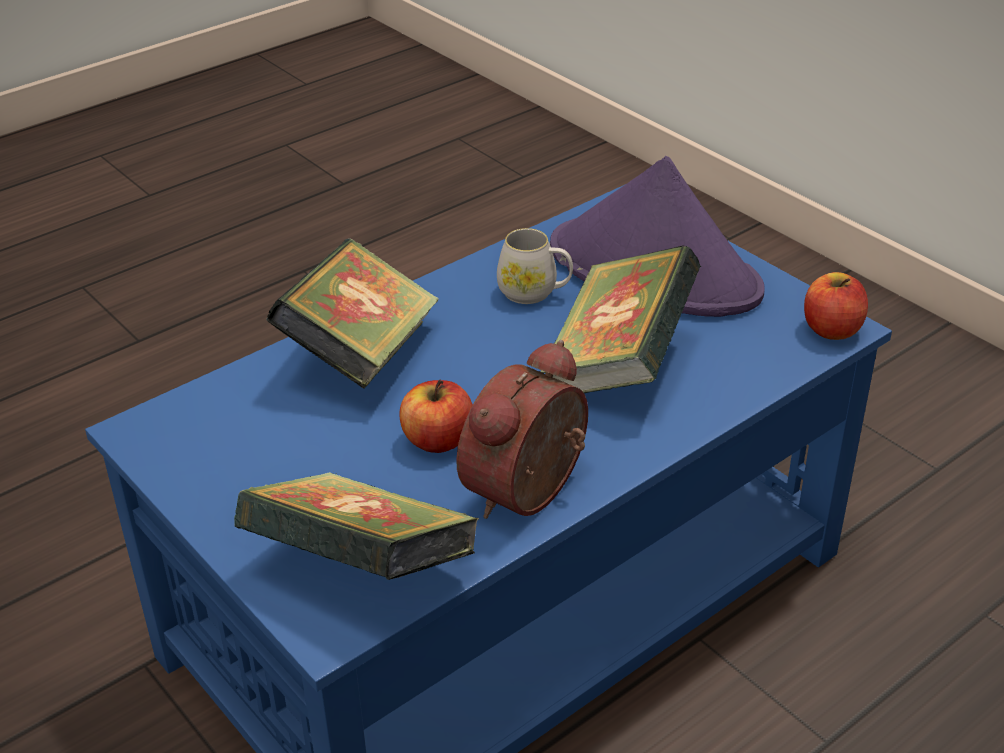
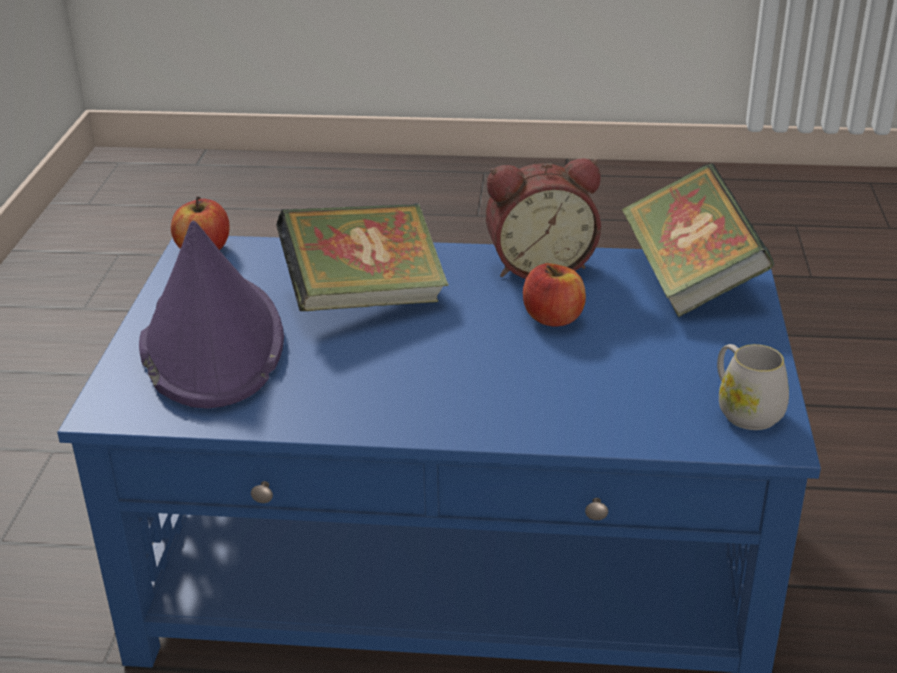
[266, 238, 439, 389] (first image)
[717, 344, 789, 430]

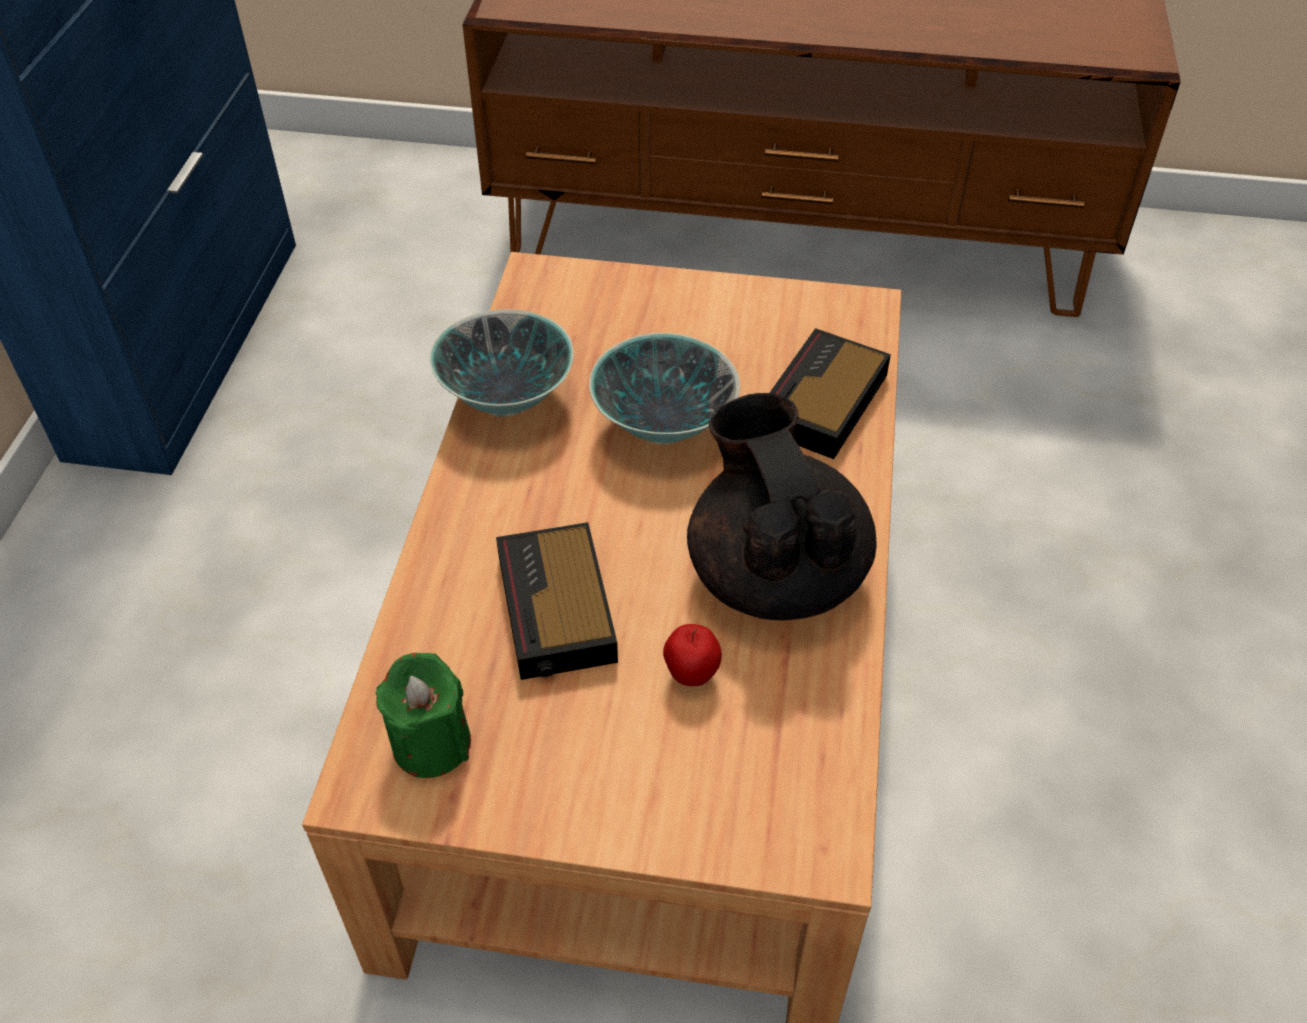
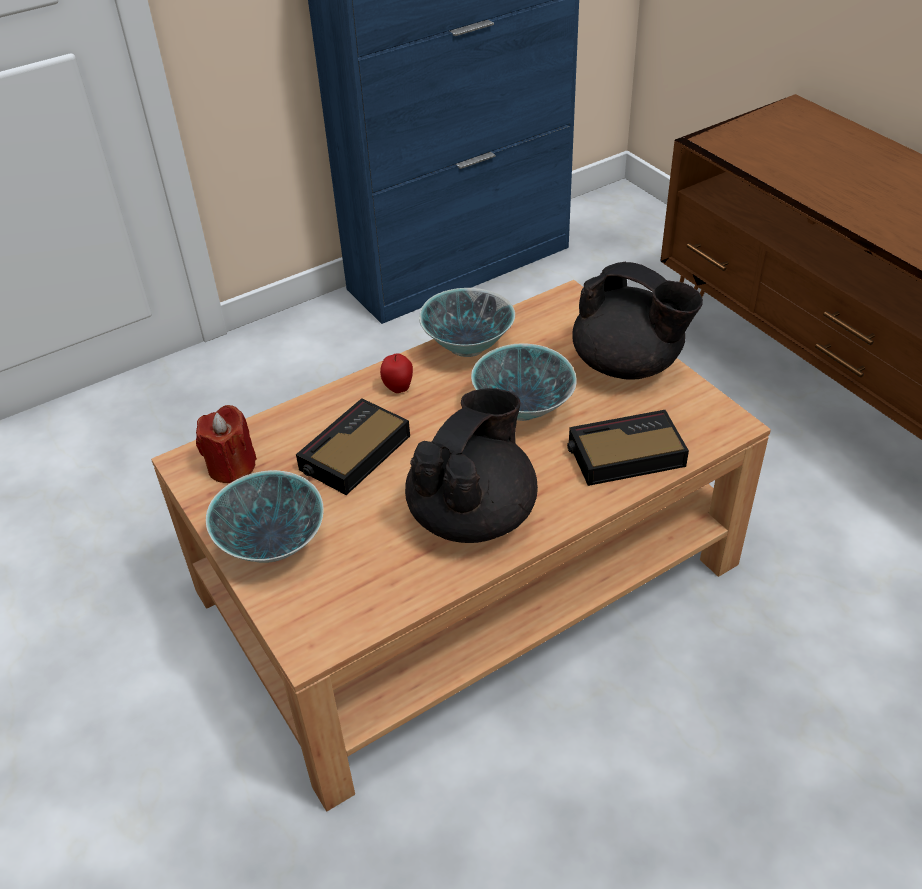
[206, 470, 324, 563]
[572, 262, 703, 380]
[380, 353, 413, 393]
[196, 405, 257, 483]

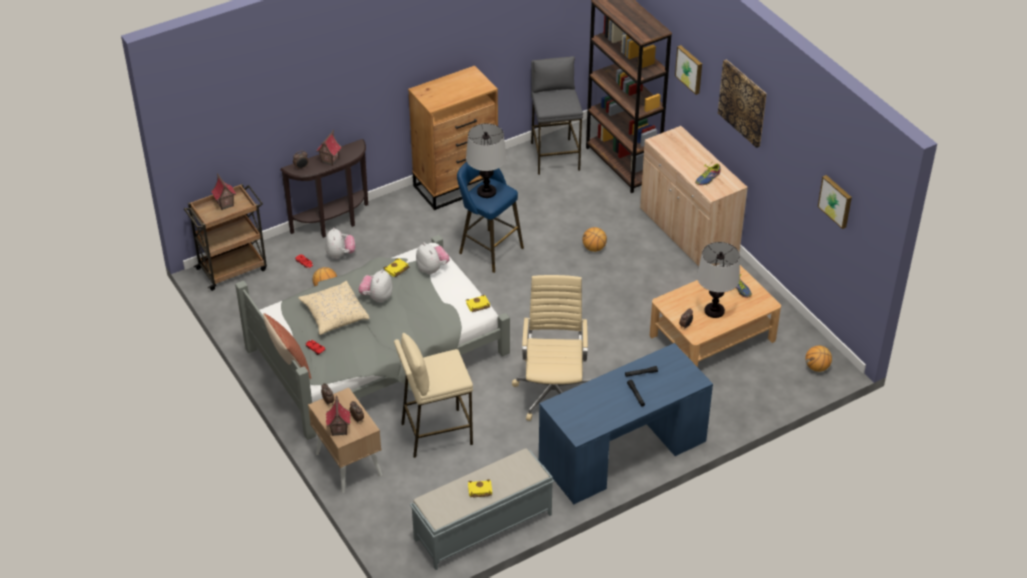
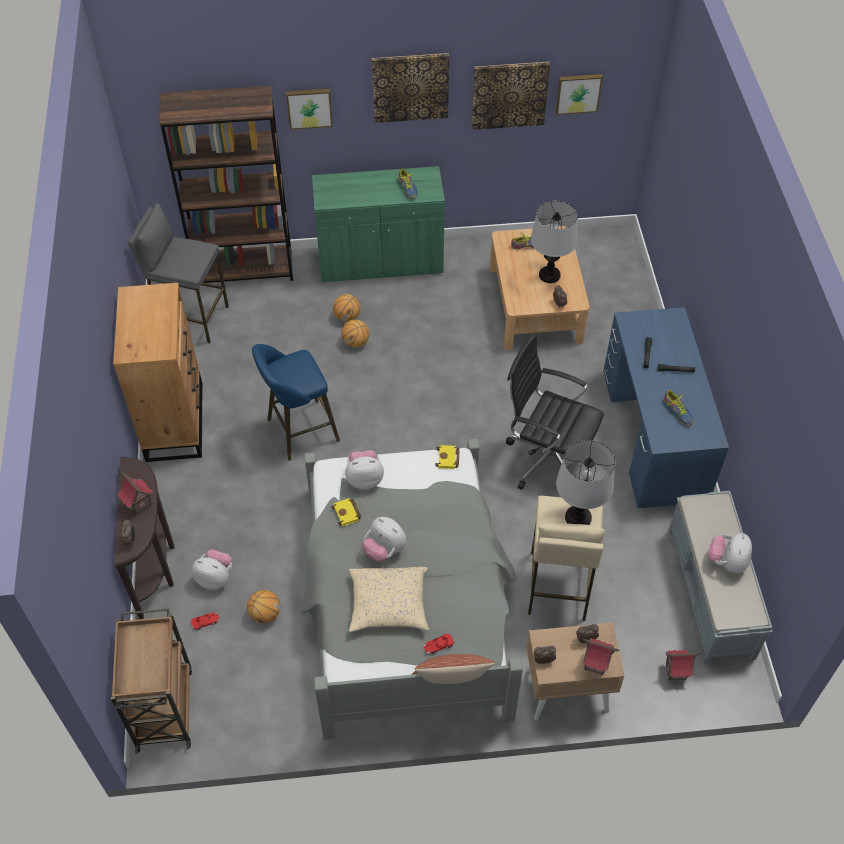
[472, 62, 550, 130]
[664, 390, 693, 426]
[666, 650, 701, 681]
[556, 440, 615, 525]
[333, 294, 361, 322]
[708, 533, 752, 574]
[506, 333, 604, 490]
[312, 166, 445, 282]

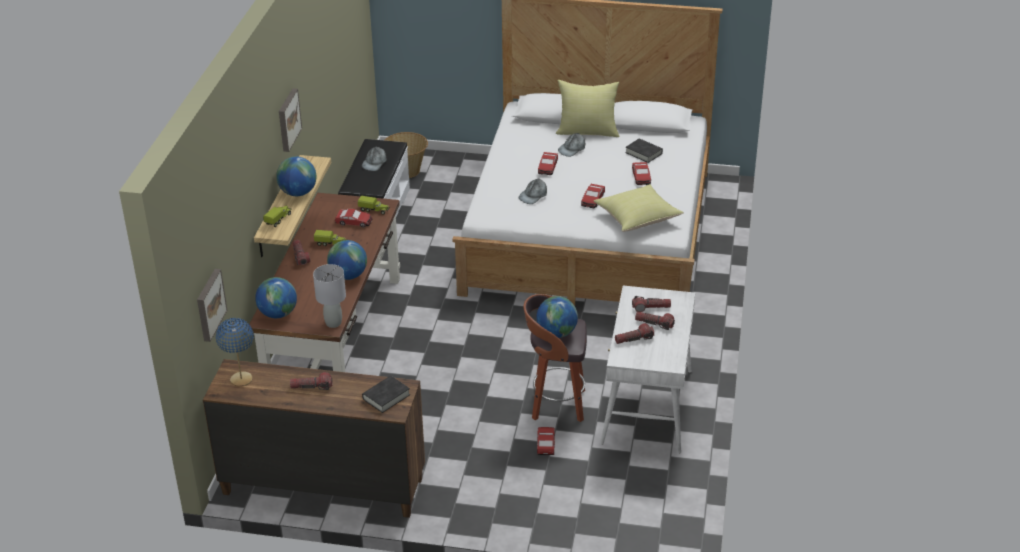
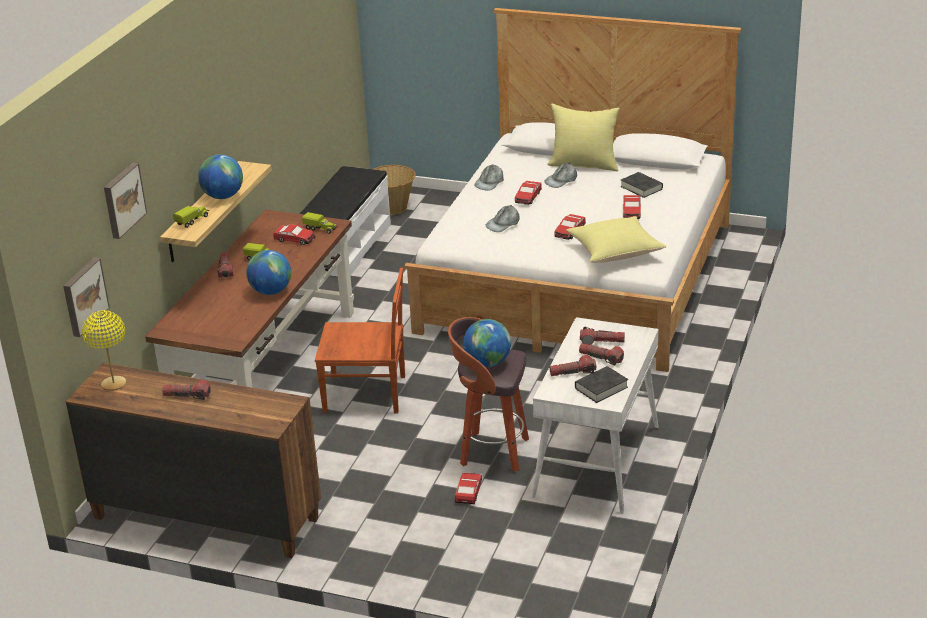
[255, 277, 297, 318] (first image)
[313, 264, 346, 328] (first image)
[315, 268, 405, 413]
[104, 163, 147, 239]
[474, 165, 504, 191]
[575, 366, 628, 403]
[82, 310, 126, 391]

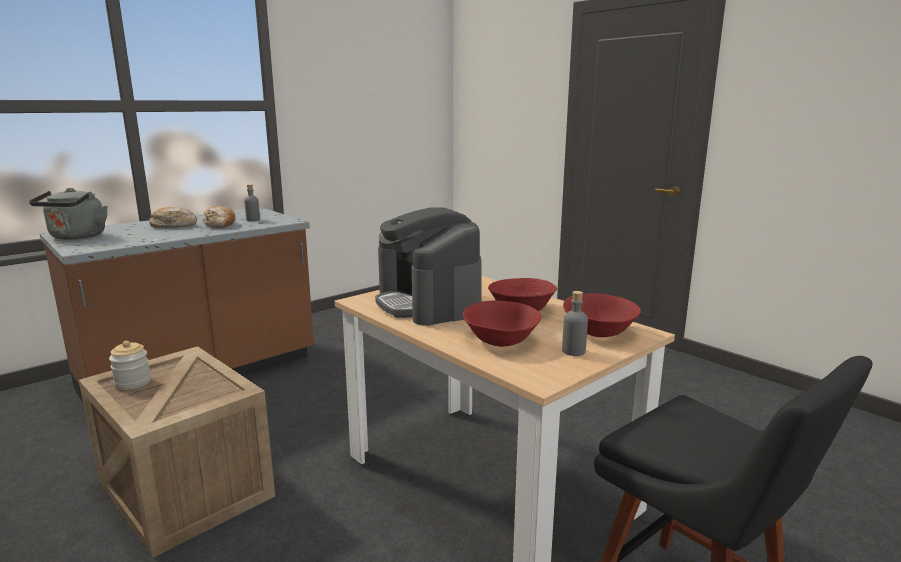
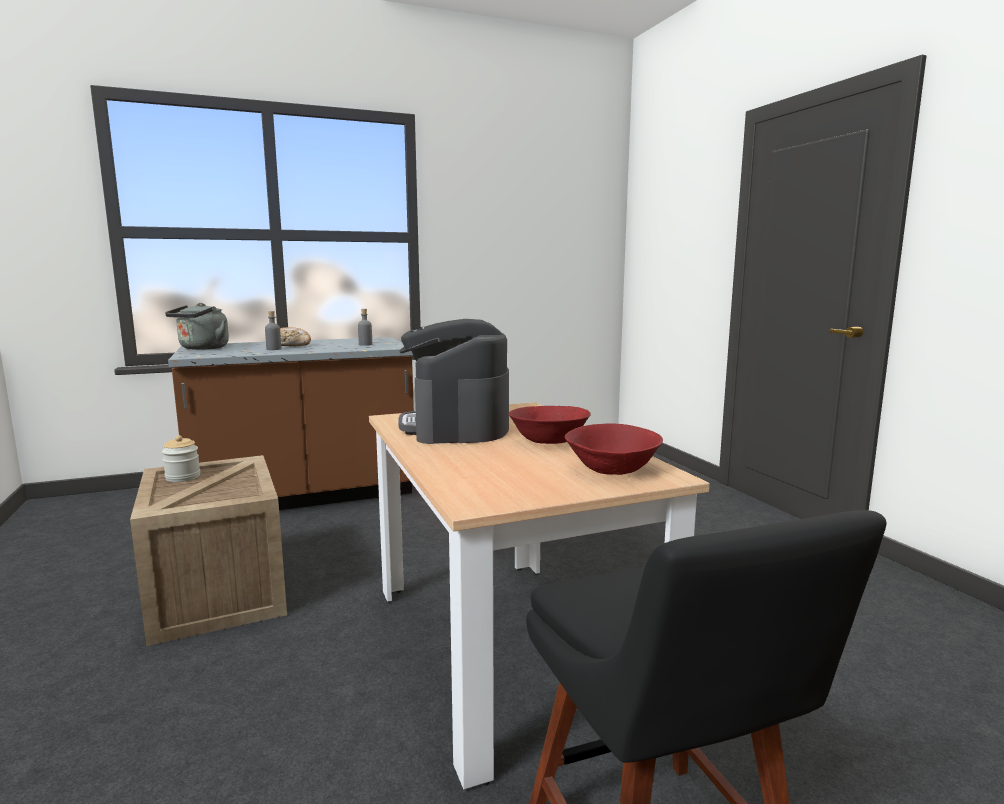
[203, 206, 236, 228] (first image)
[463, 301, 541, 347] (first image)
[265, 311, 281, 350]

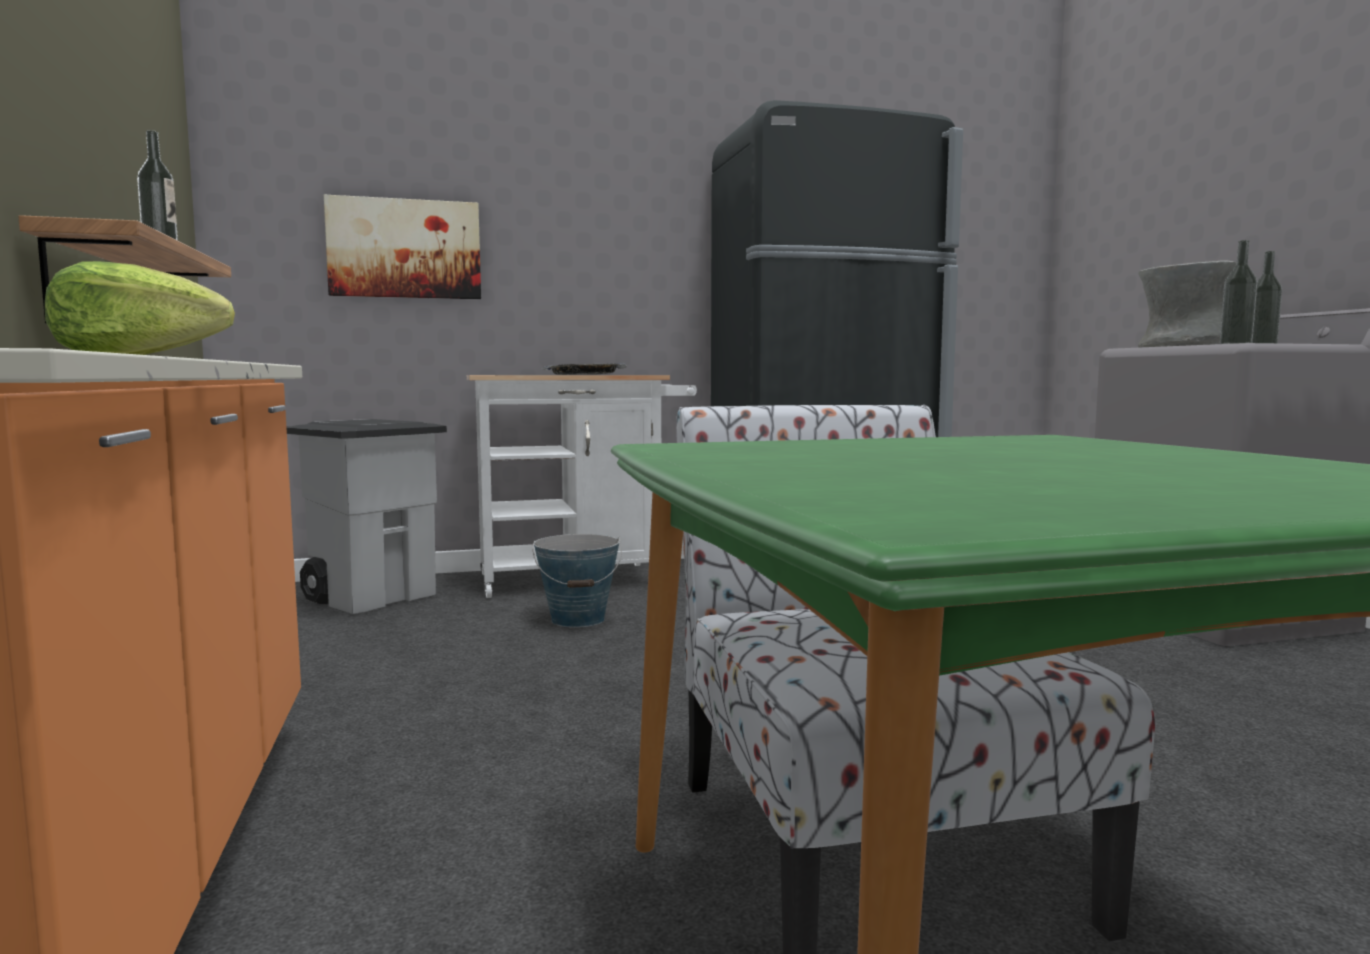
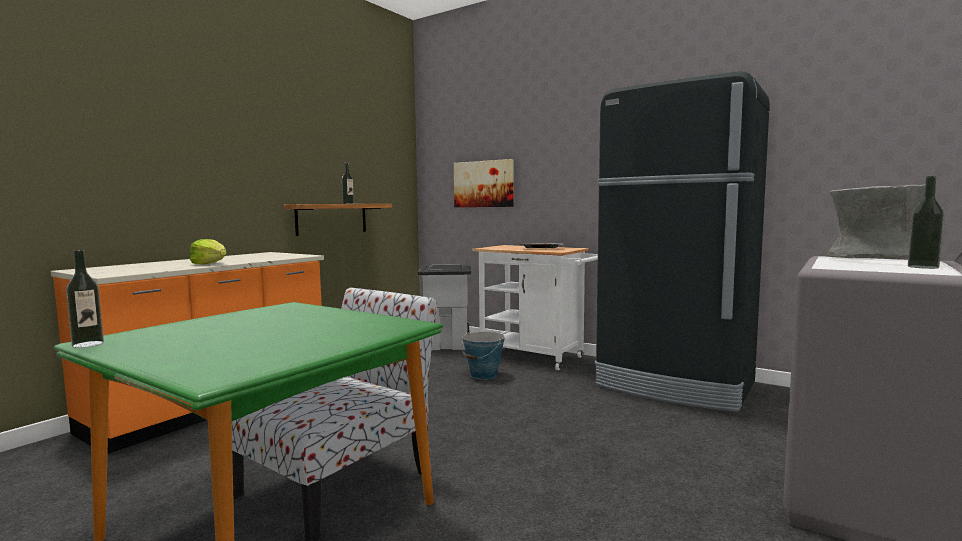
[66, 250, 104, 348]

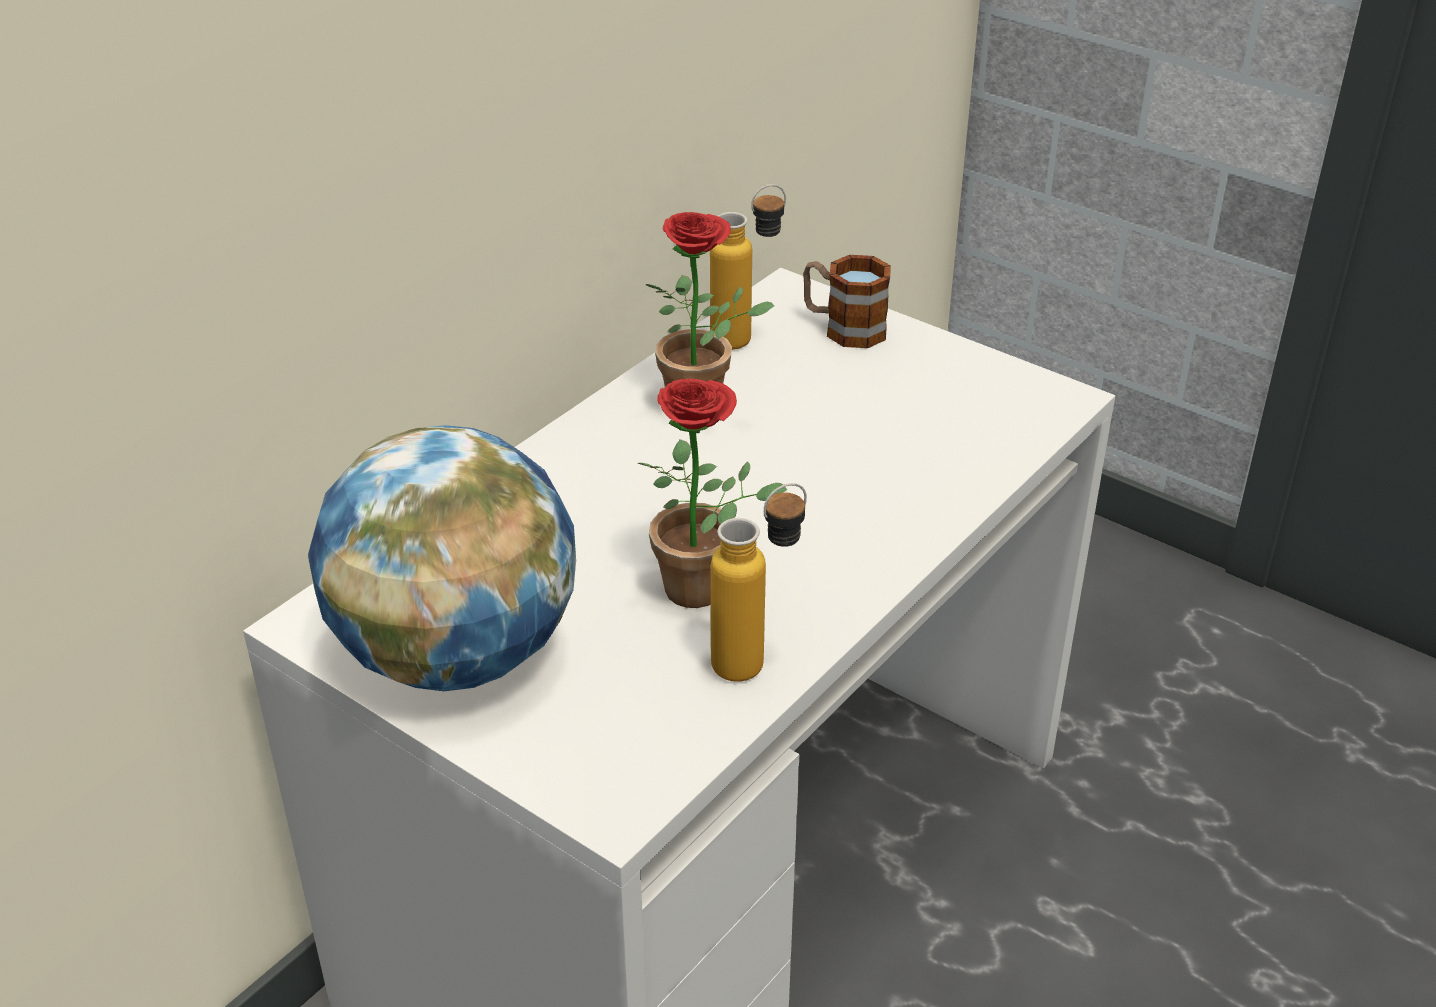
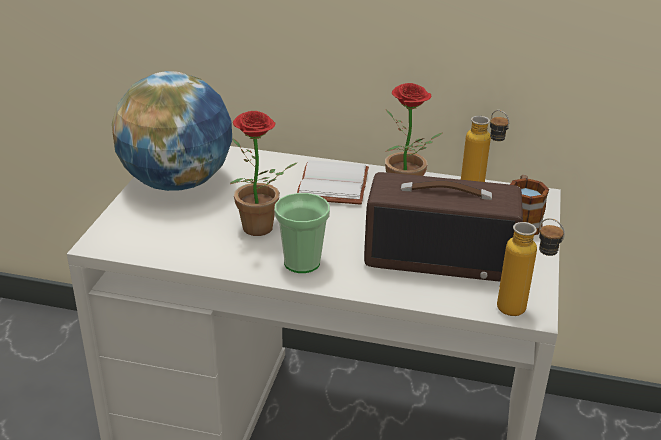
[274, 193, 330, 273]
[297, 160, 369, 205]
[364, 172, 523, 282]
[497, 218, 565, 316]

